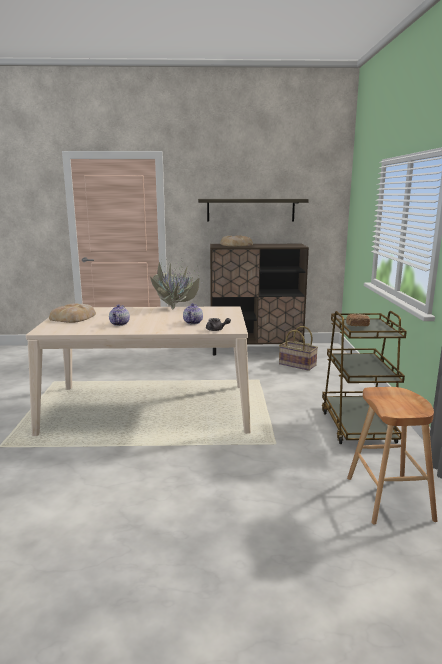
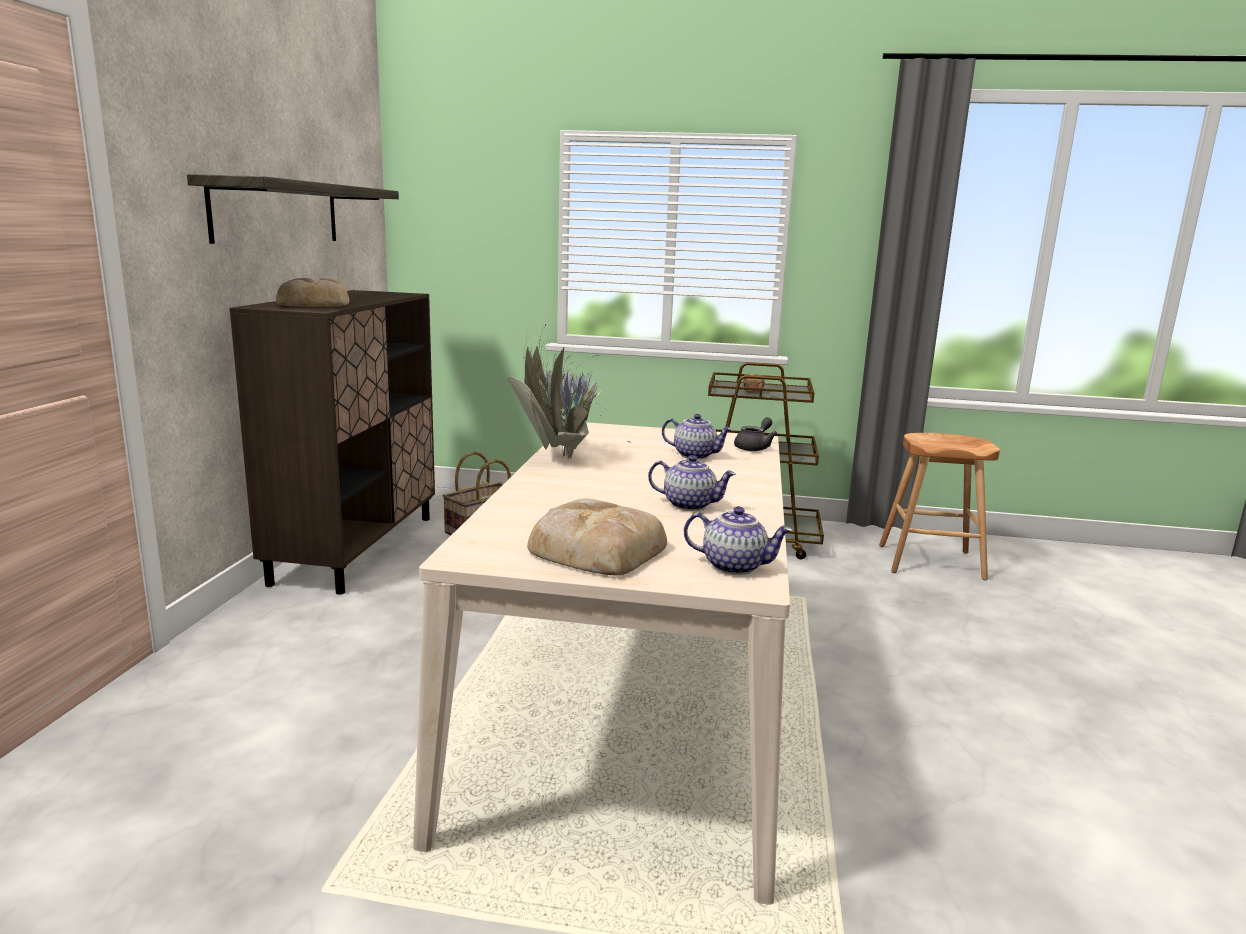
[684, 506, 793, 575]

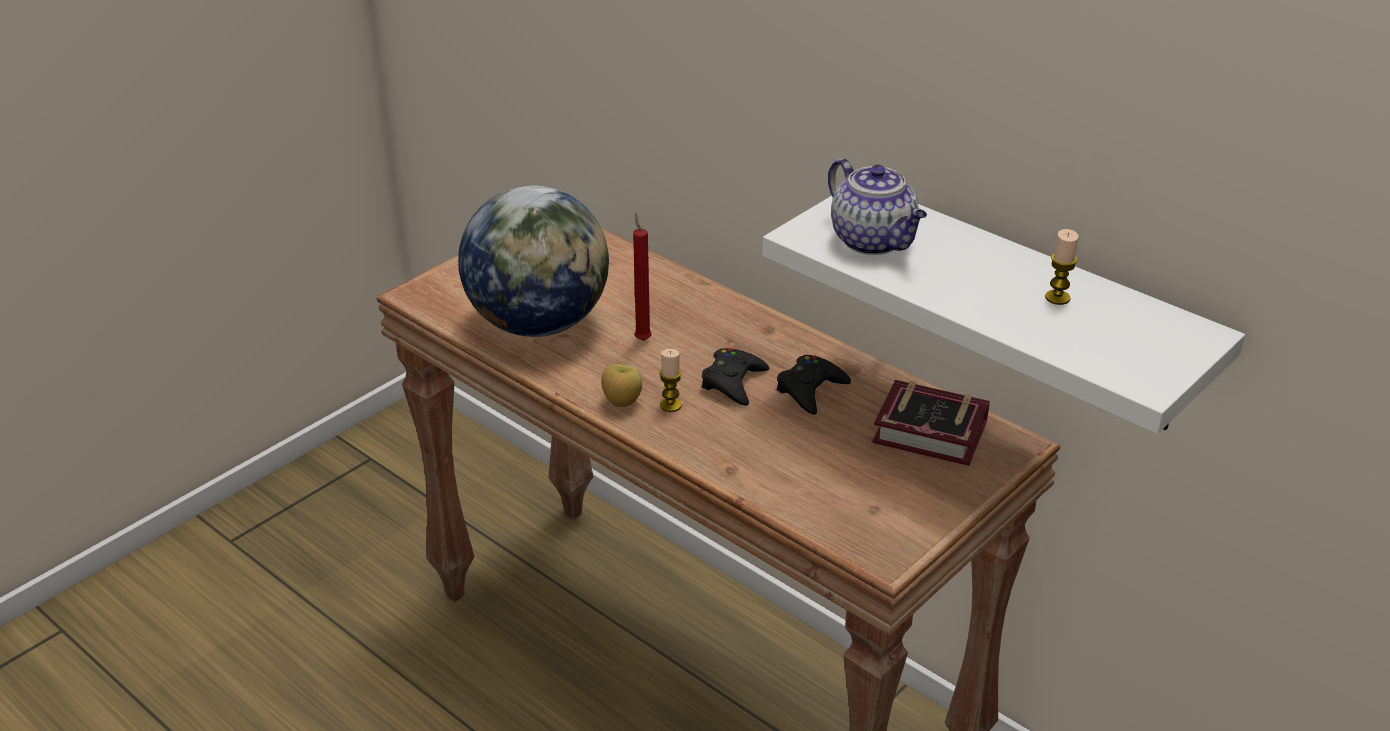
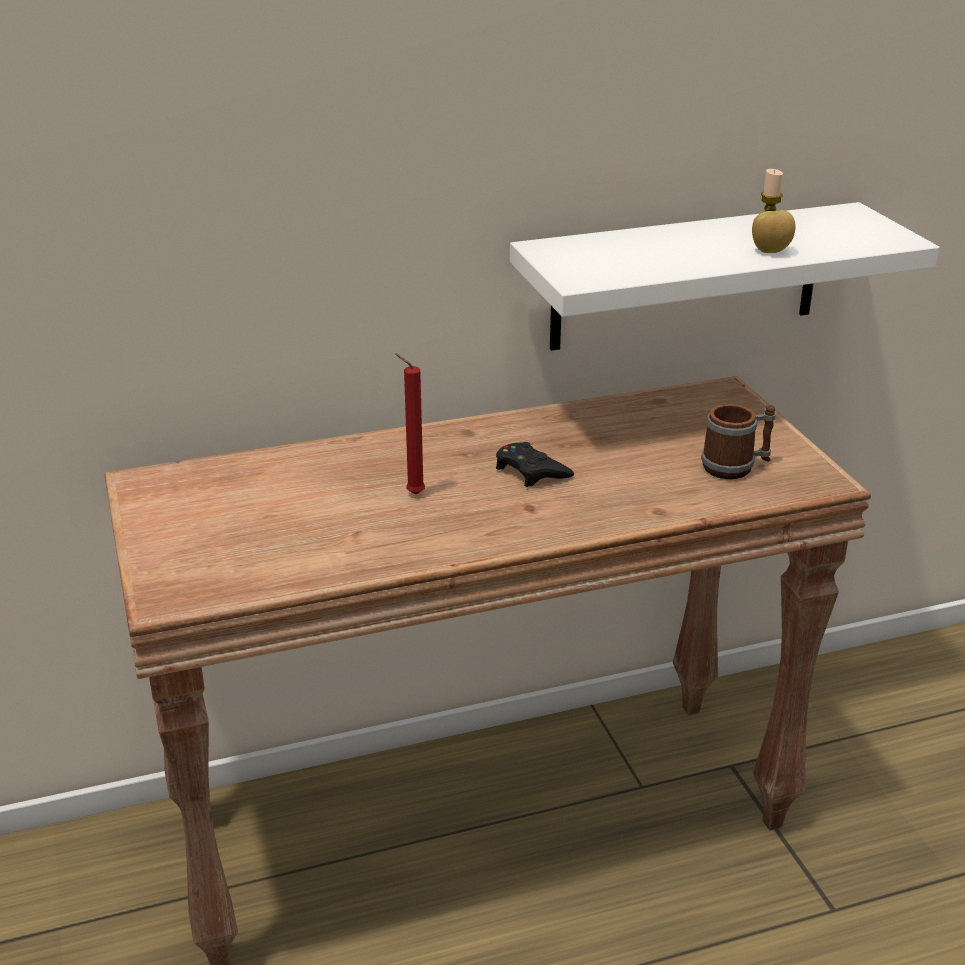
[458, 185, 609, 337] (first image)
[659, 349, 682, 412] (first image)
[777, 355, 851, 415] (first image)
[828, 158, 927, 255] (first image)
[872, 380, 990, 466] (first image)
[701, 404, 775, 479]
[752, 210, 796, 253]

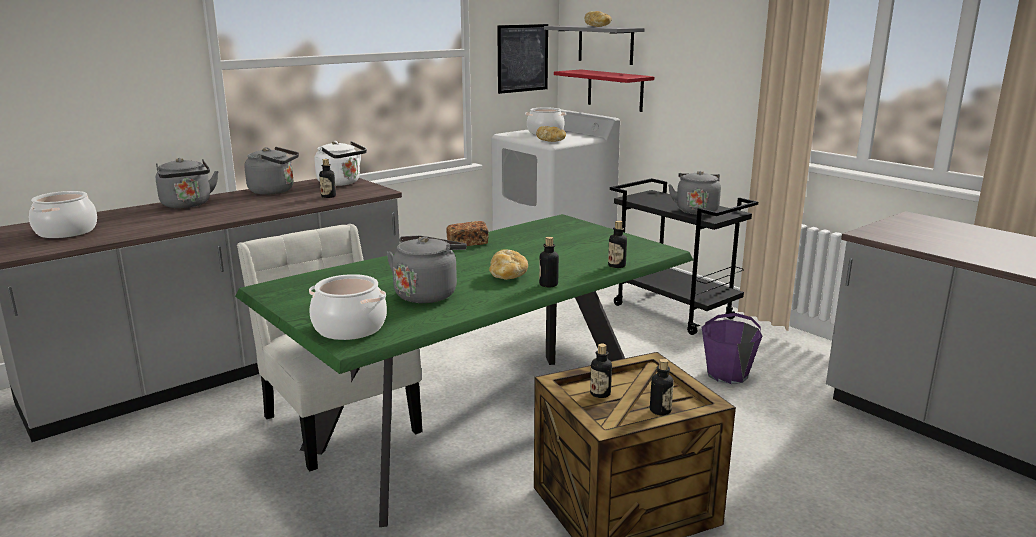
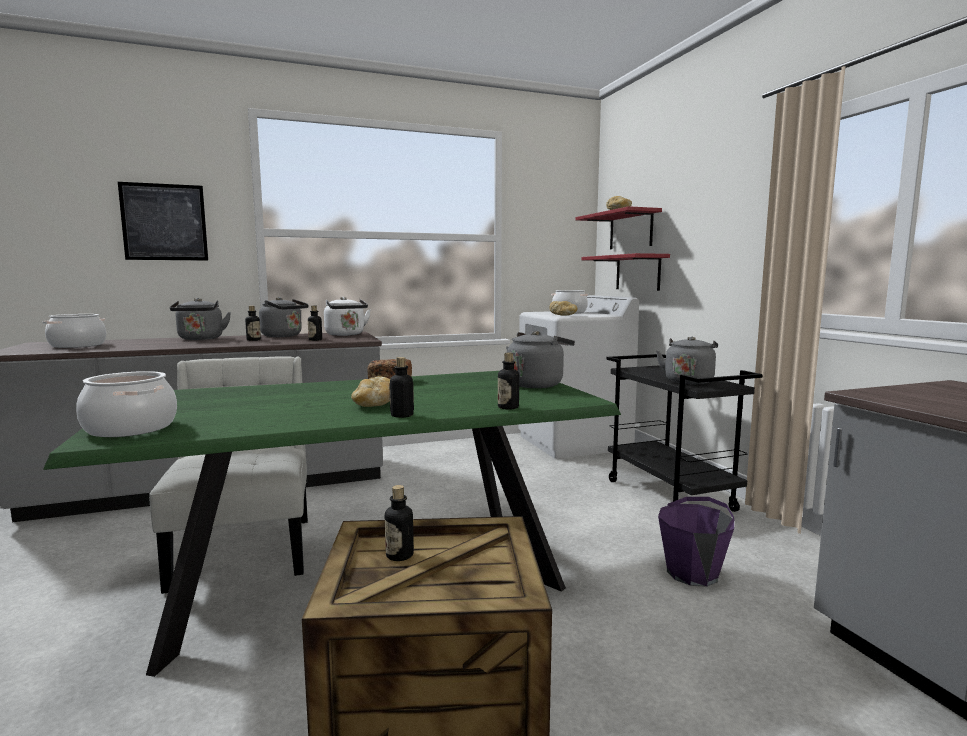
[506, 330, 575, 388]
[118, 182, 208, 261]
[245, 306, 261, 341]
[575, 206, 662, 249]

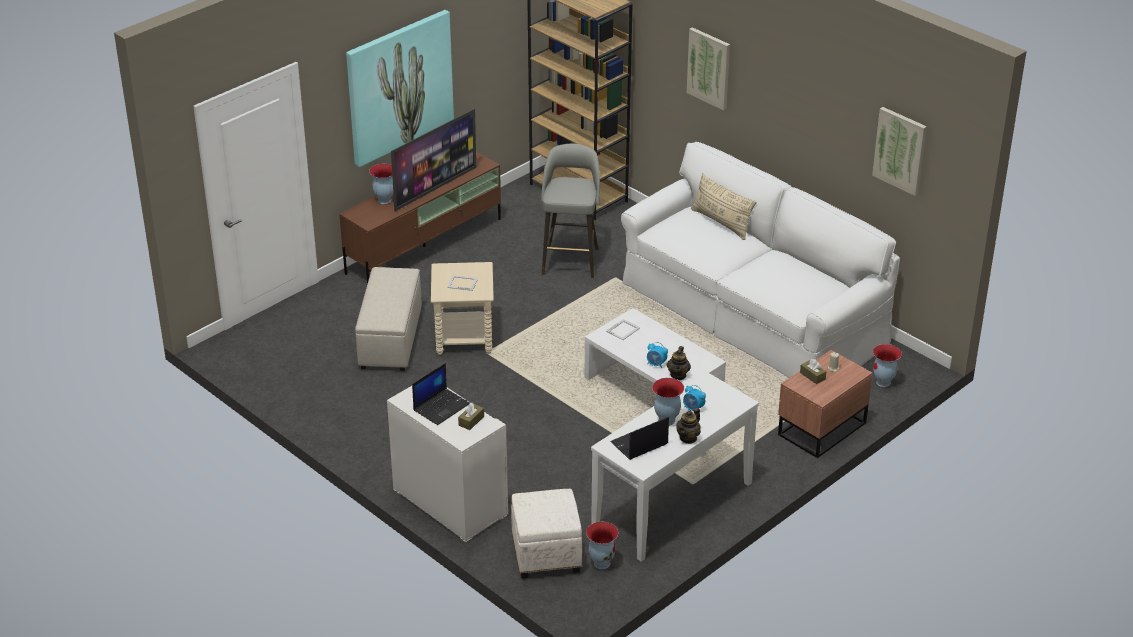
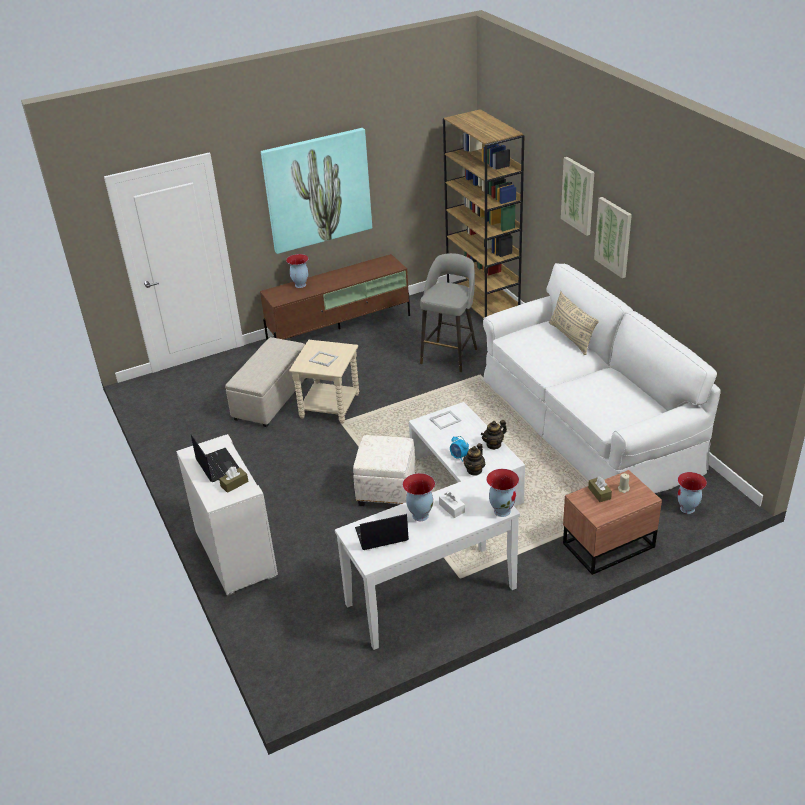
[391, 109, 476, 211] (first image)
[353, 435, 416, 506]
[486, 469, 519, 517]
[481, 420, 507, 450]
[594, 197, 632, 278]
[439, 491, 465, 518]
[191, 434, 239, 482]

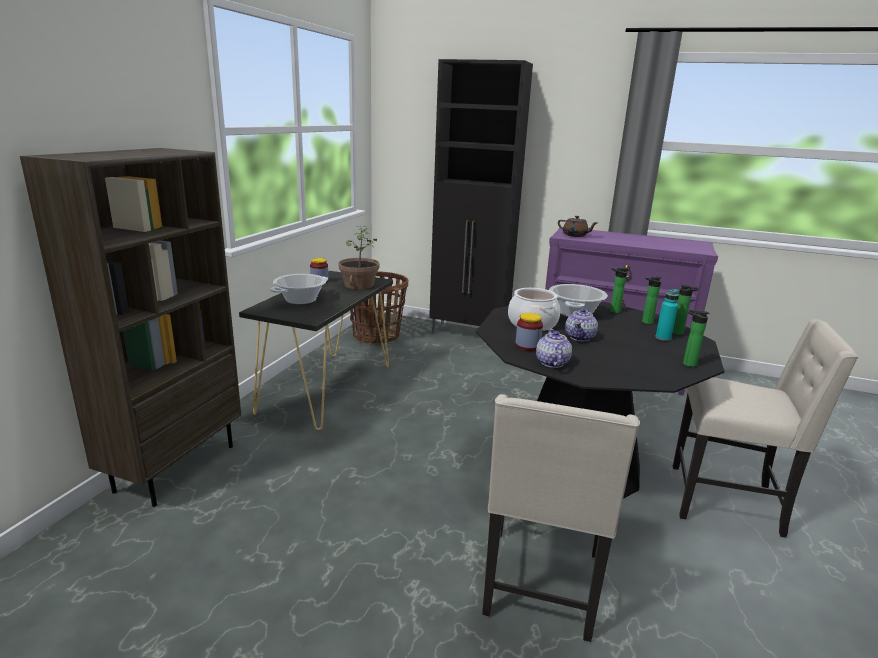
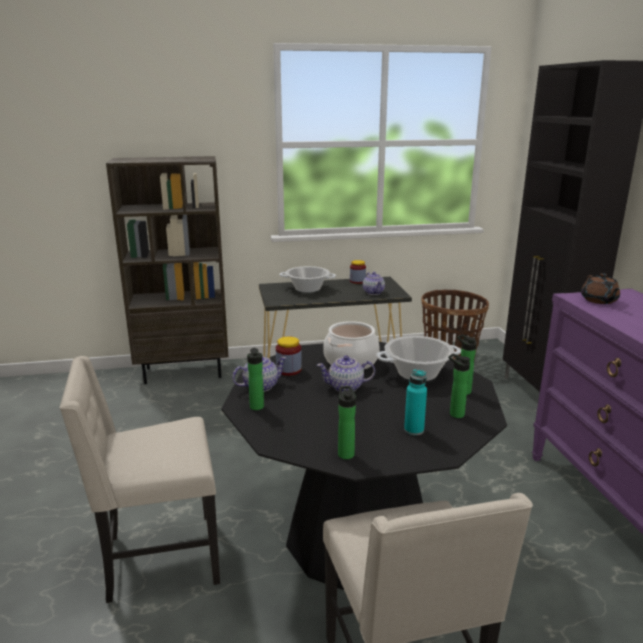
[247, 348, 264, 410]
[363, 272, 385, 295]

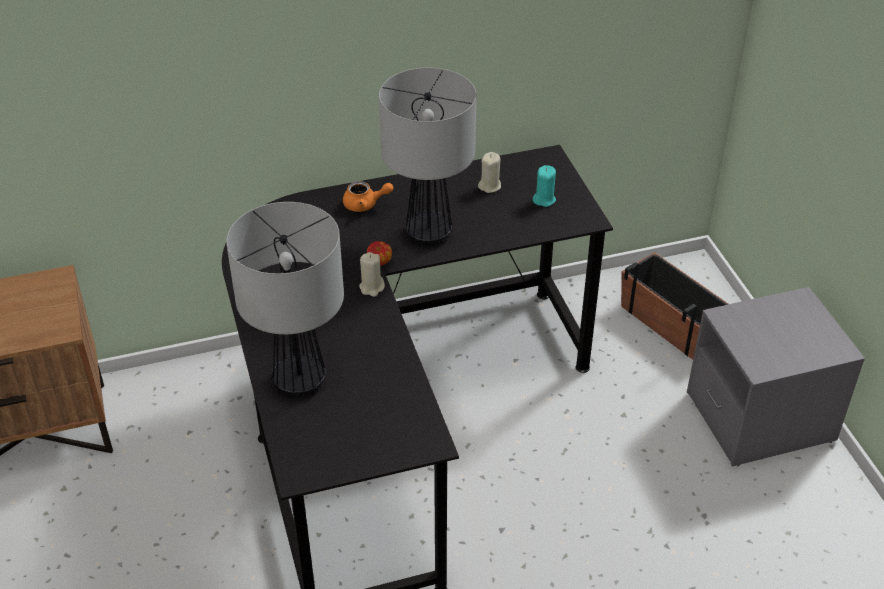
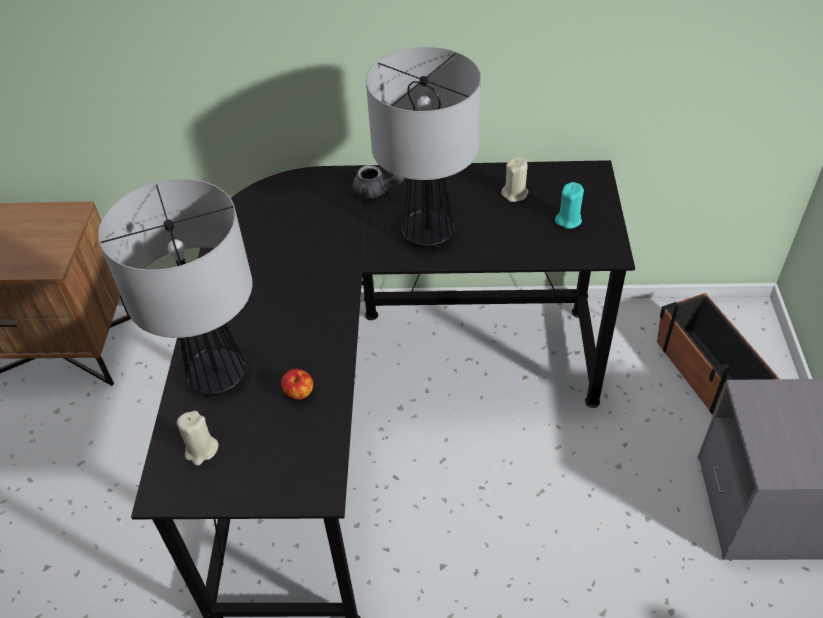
[177, 411, 219, 466]
[281, 369, 313, 400]
[353, 165, 404, 198]

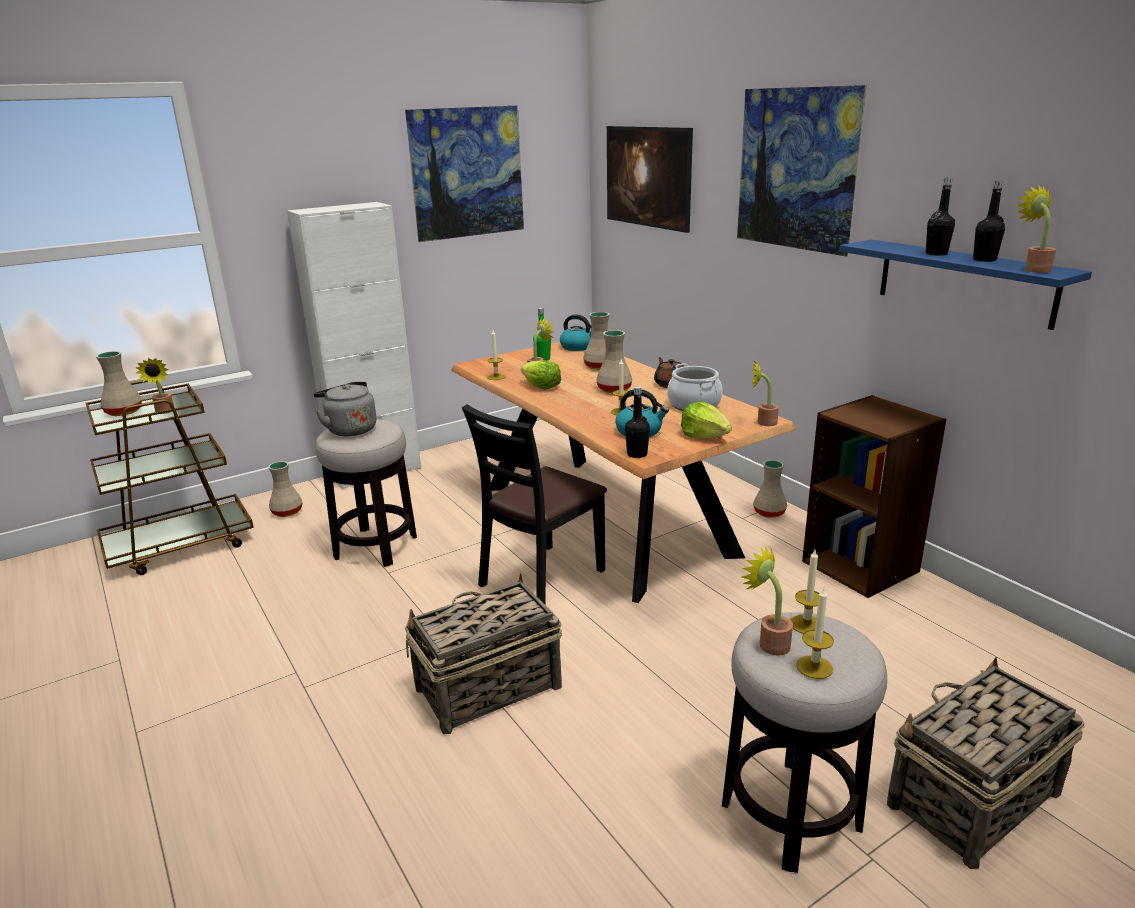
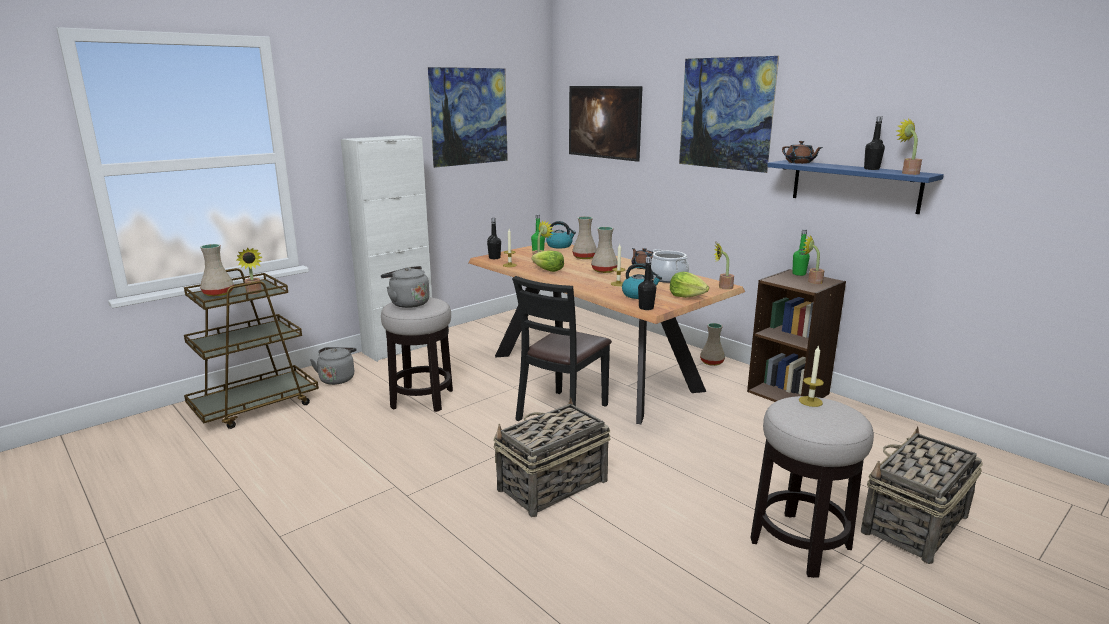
[796, 588, 834, 679] (first image)
[782, 141, 823, 164]
[792, 229, 810, 276]
[803, 235, 824, 284]
[487, 218, 501, 259]
[310, 347, 357, 385]

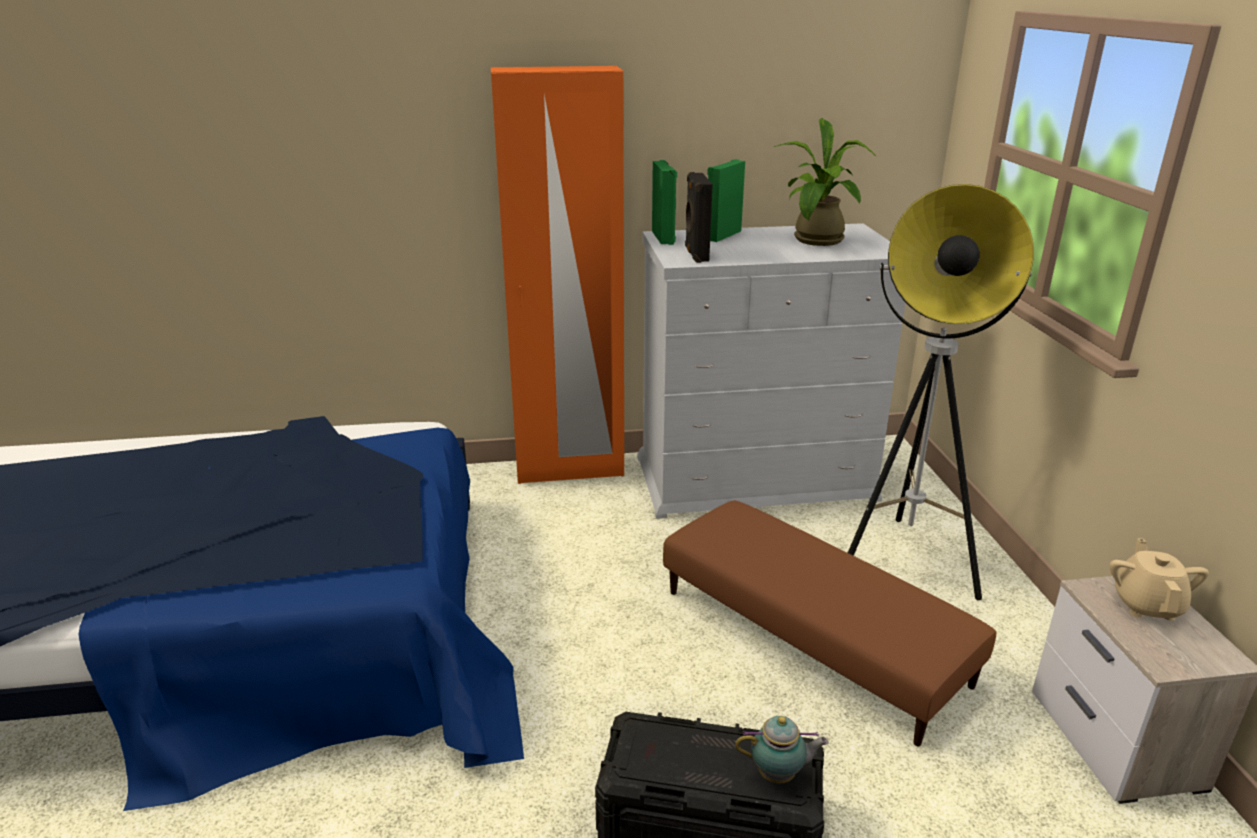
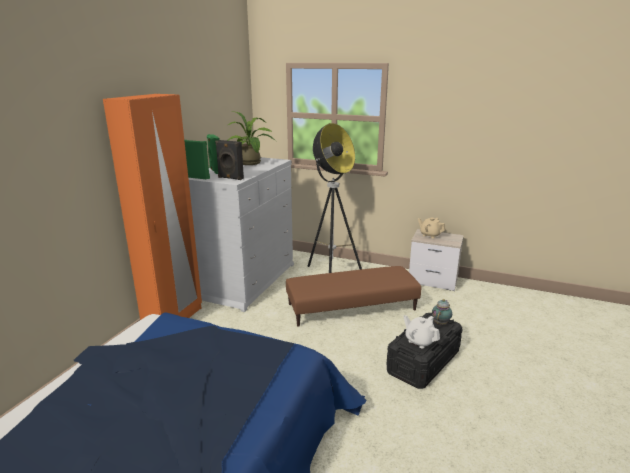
[403, 315, 440, 348]

